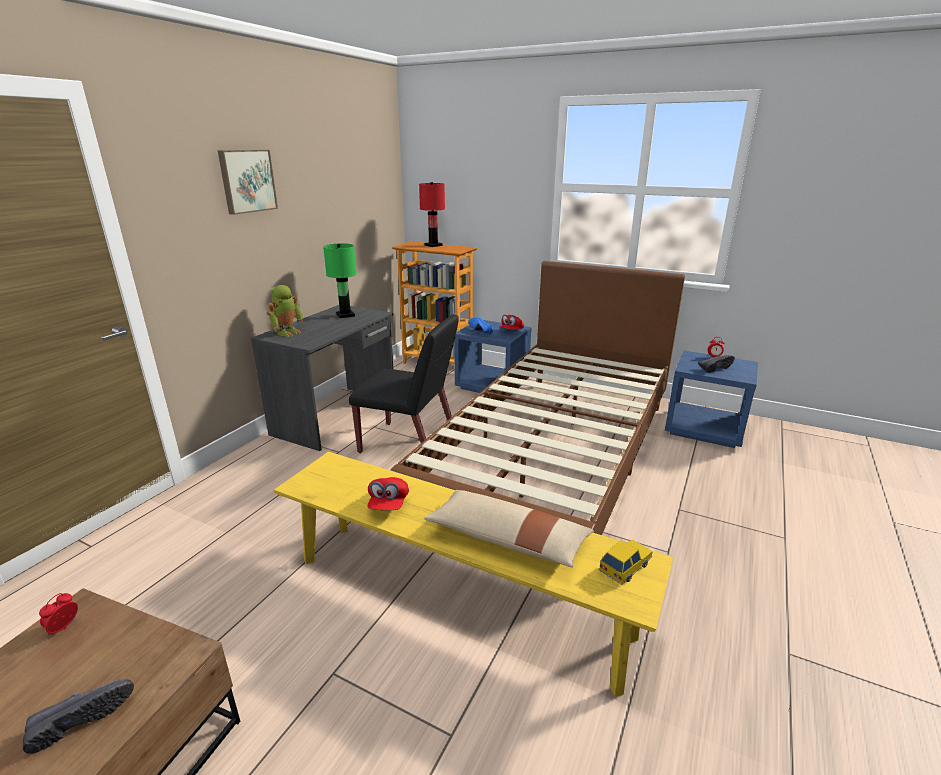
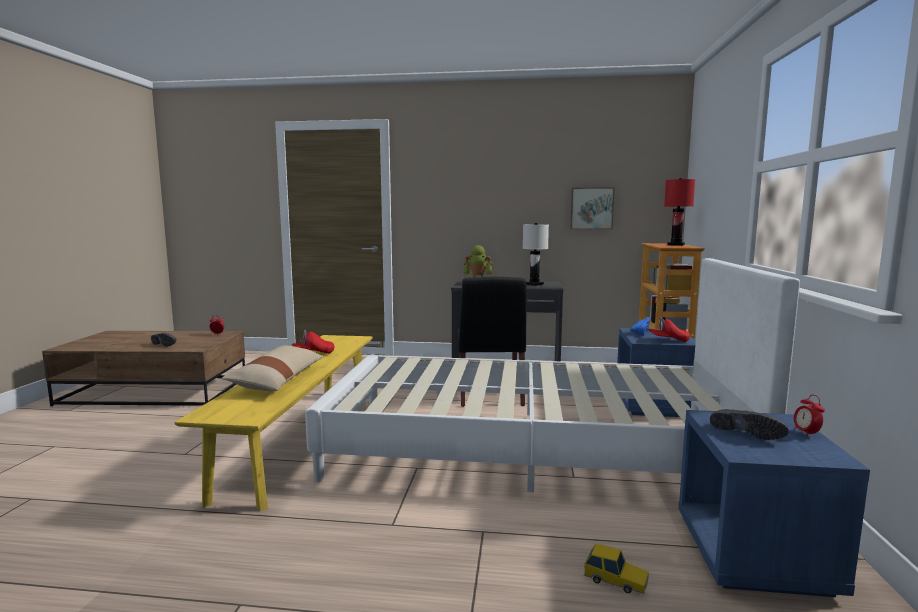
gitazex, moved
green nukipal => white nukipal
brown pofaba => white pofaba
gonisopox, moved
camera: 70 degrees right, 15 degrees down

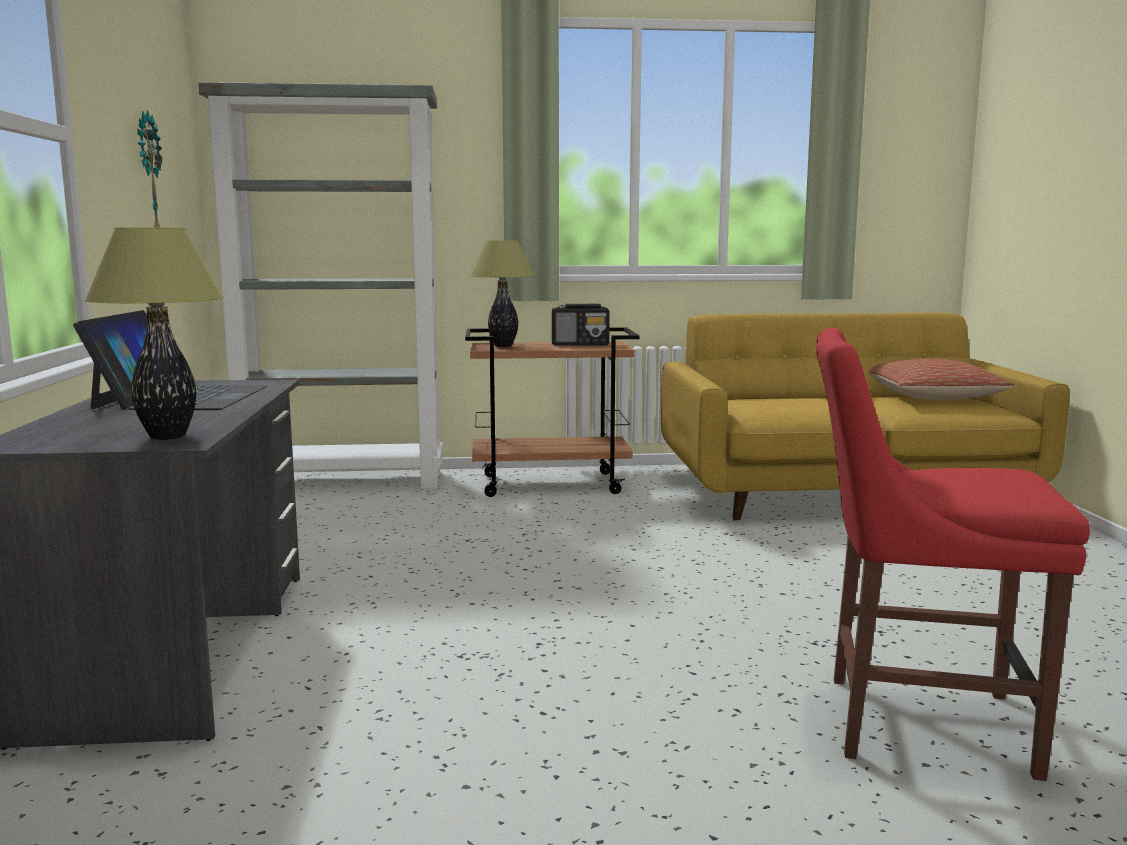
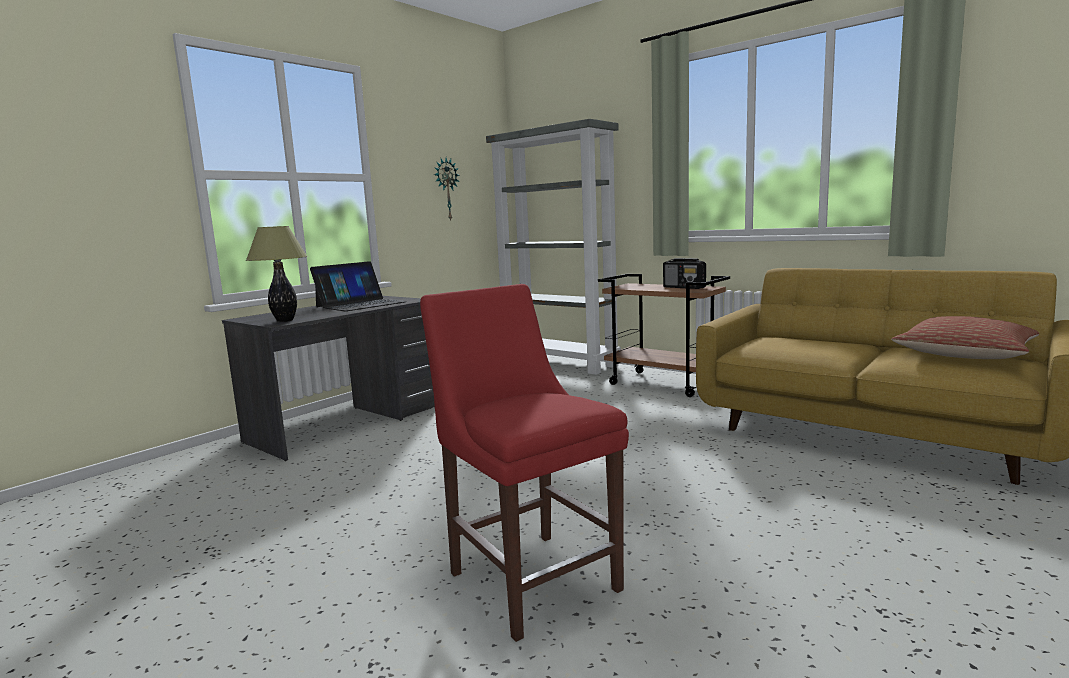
nukipal (2nd from left) => nothing
camera: 45 degrees right, 0 degrees up

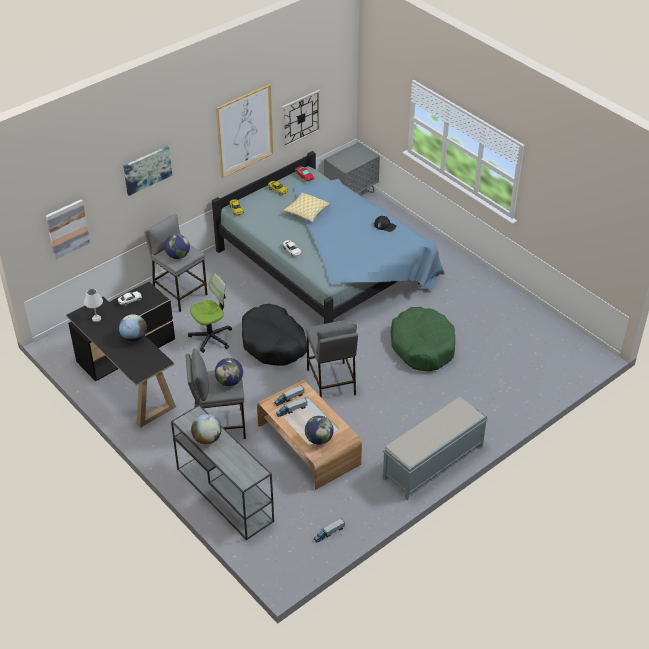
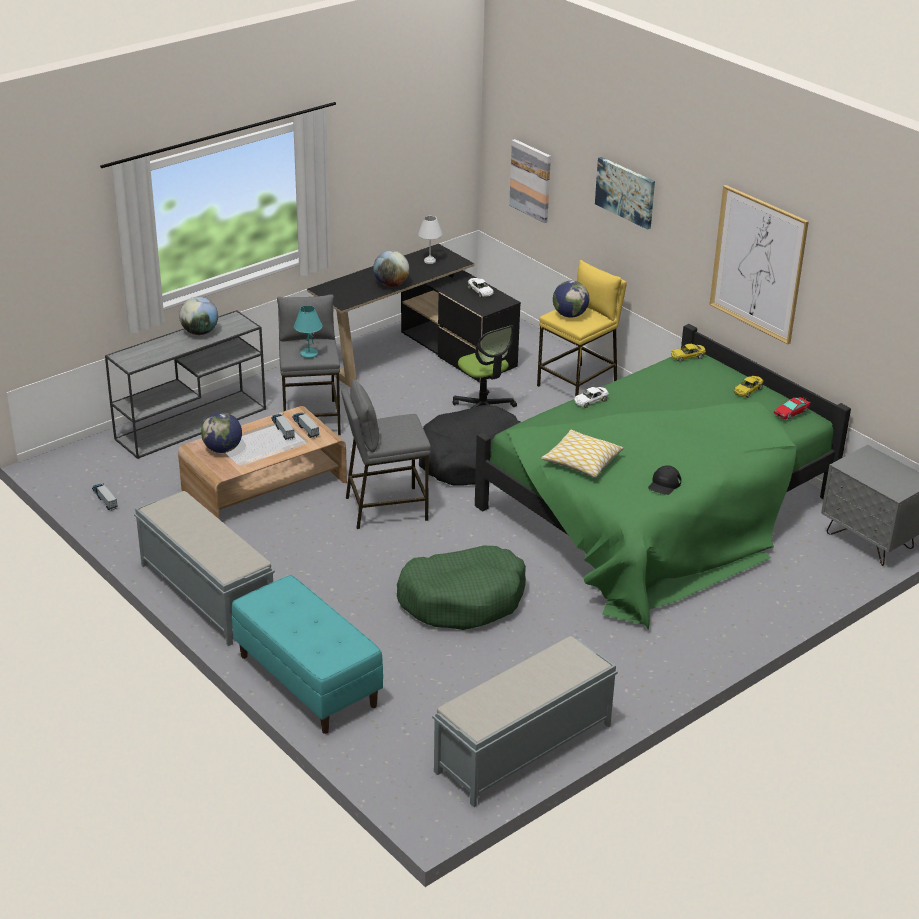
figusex => nothing
blue pofaba => green pofaba
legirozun, moved
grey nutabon (1st from left) => yellow nutabon
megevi (4th from left) => turquoise nukipal
nothing => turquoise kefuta
nothing => grey kefuta (2nd from left)
camera: 90 degrees right, 10 degrees down

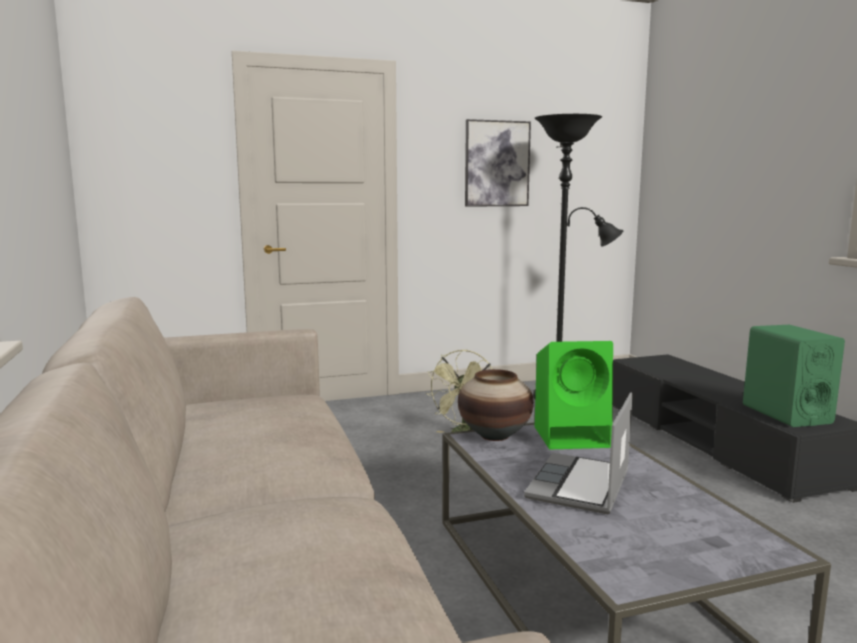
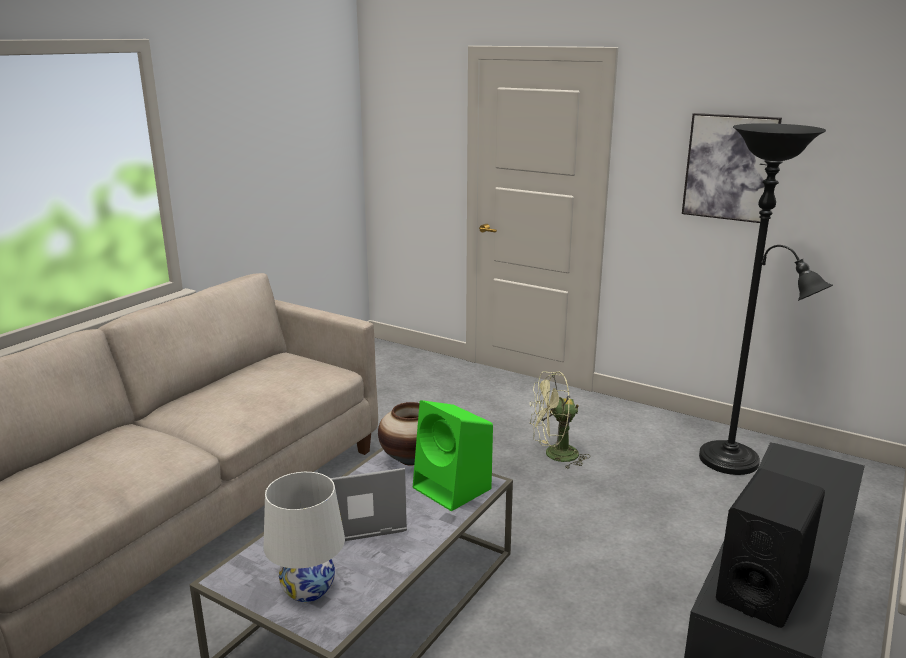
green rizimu (2nd from left) => black rizimu
nothing => white nukipal
camera: 50 degrees right, 10 degrees up

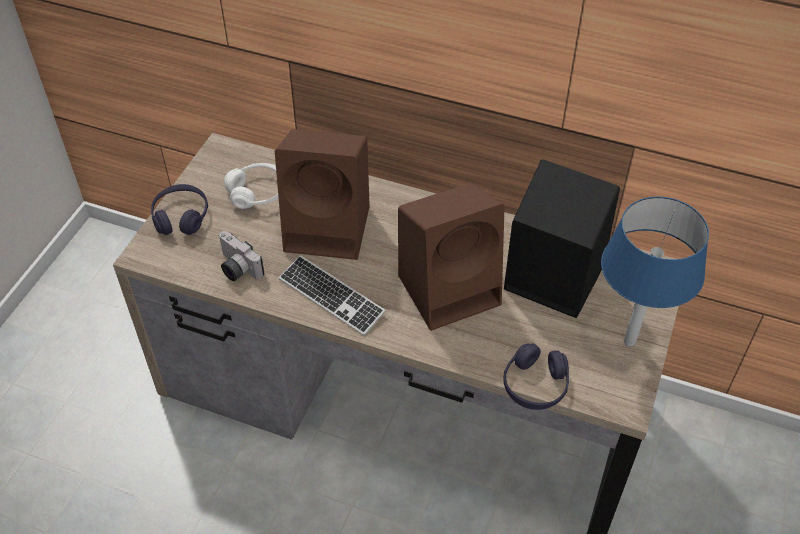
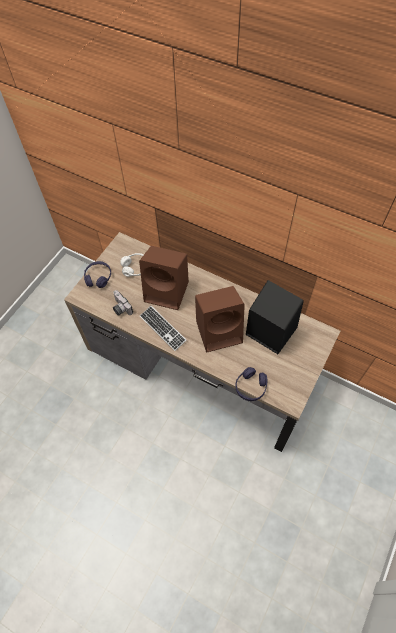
blue nukipal => nothing
camera: 10 degrees right, 10 degrees up

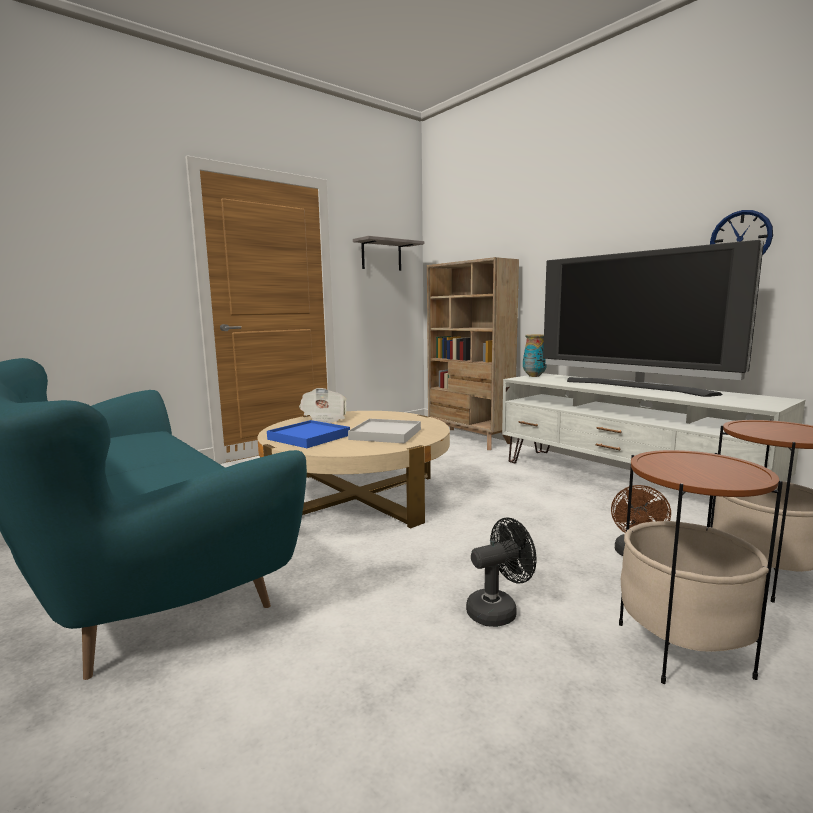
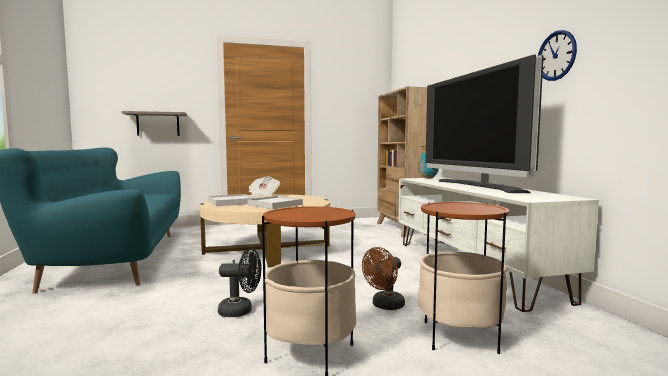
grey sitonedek, moved
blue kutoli => white kutoli (1st from left)
camera: 25 degrees right, 5 degrees down

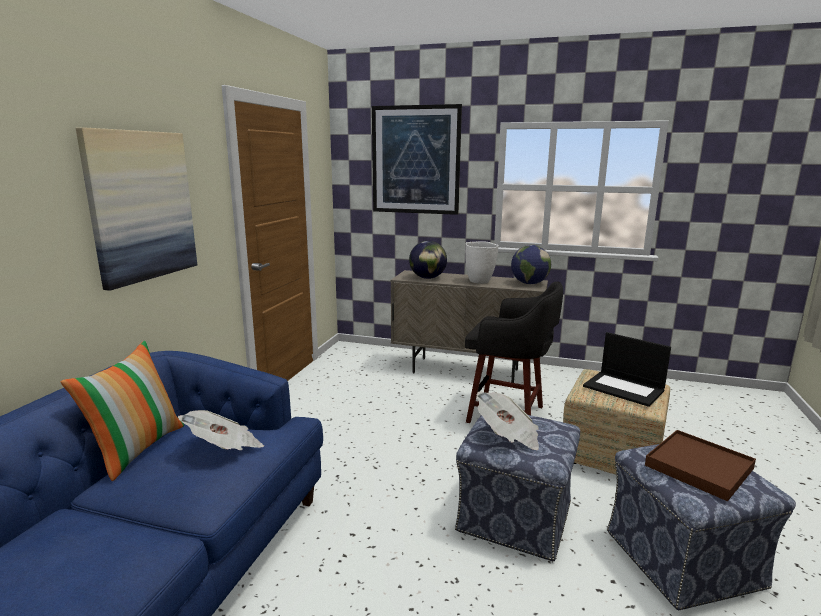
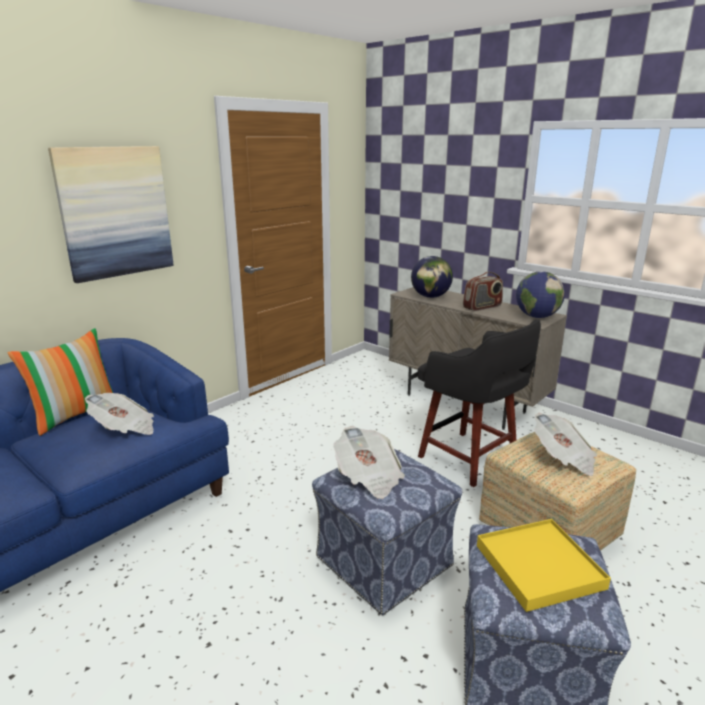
gitazex (2nd from left) => nothing
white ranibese => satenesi
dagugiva => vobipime (3rd from left)
brown kutoli => yellow kutoli
camera: 25 degrees right, 5 degrees up

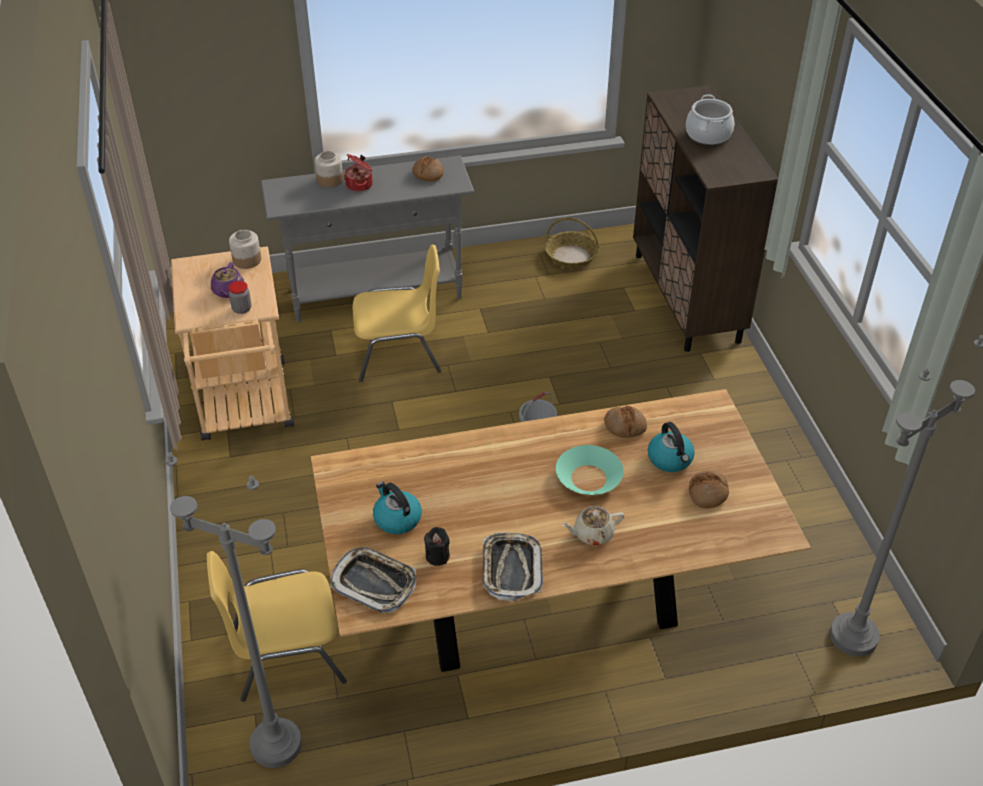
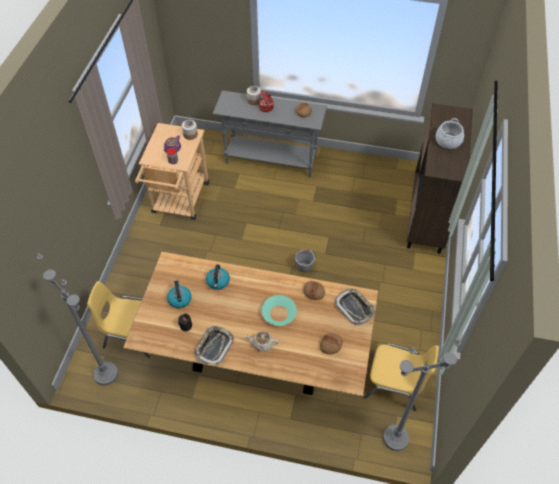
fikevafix => nothing
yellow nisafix (2nd from left), moved
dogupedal (2nd from left), moved
kutoli (1st from left in the first image) => kutoli (2nd from left), moved
camera: 25 degrees right, 10 degrees up

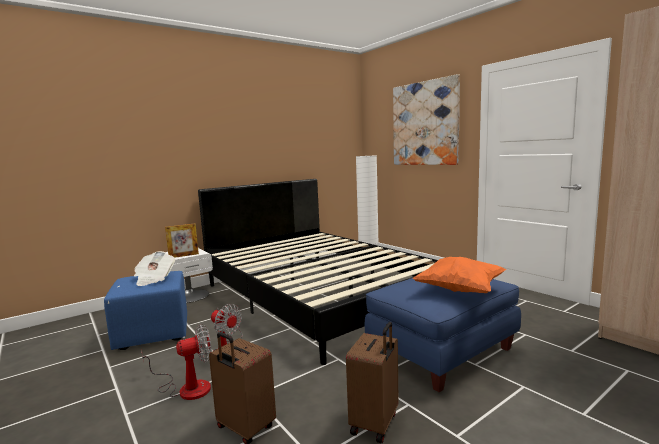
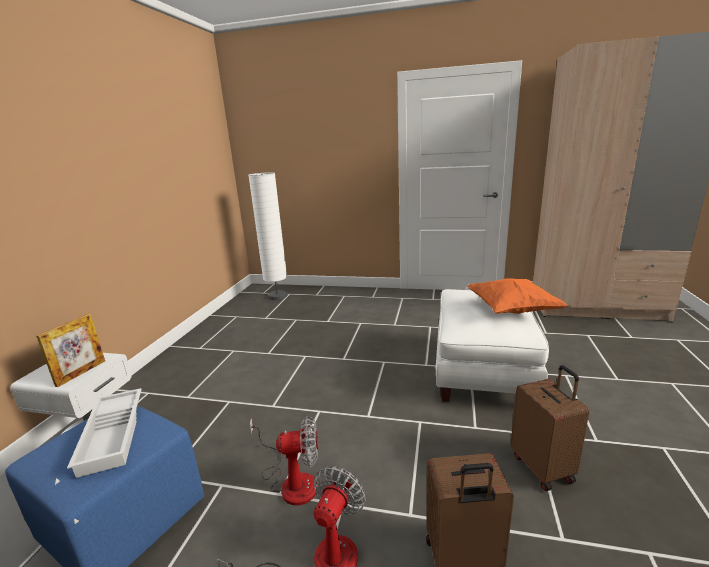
gitazex => nothing
black pofaba => nothing
vobipime => white kutoli
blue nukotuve (2nd from left) => white nukotuve
camera: 40 degrees left, 10 degrees up

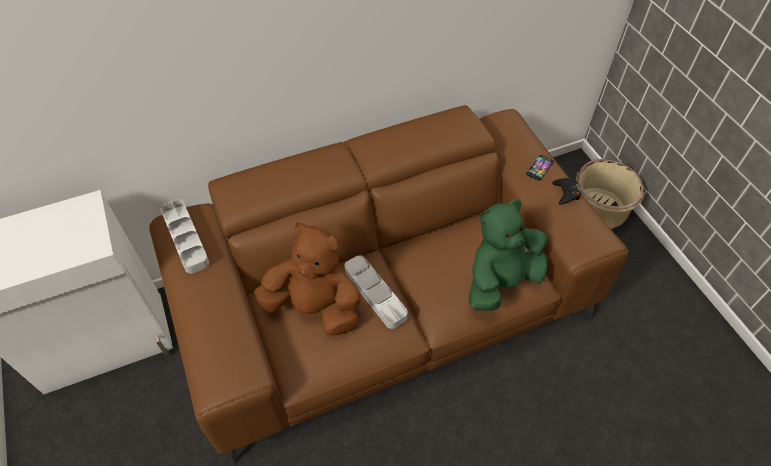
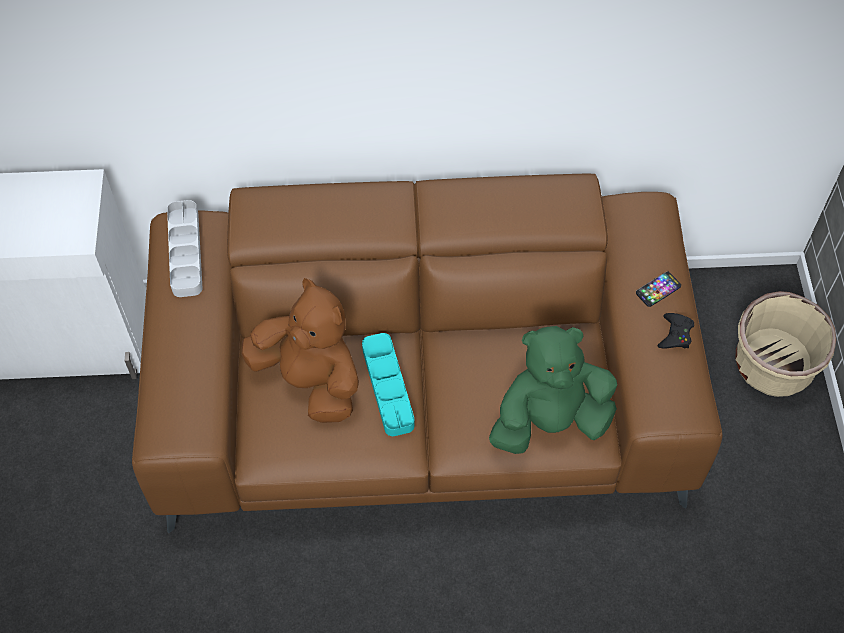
grey kutoli (2nd from left) => turquoise kutoli
camera: 20 degrees right, 5 degrees up

